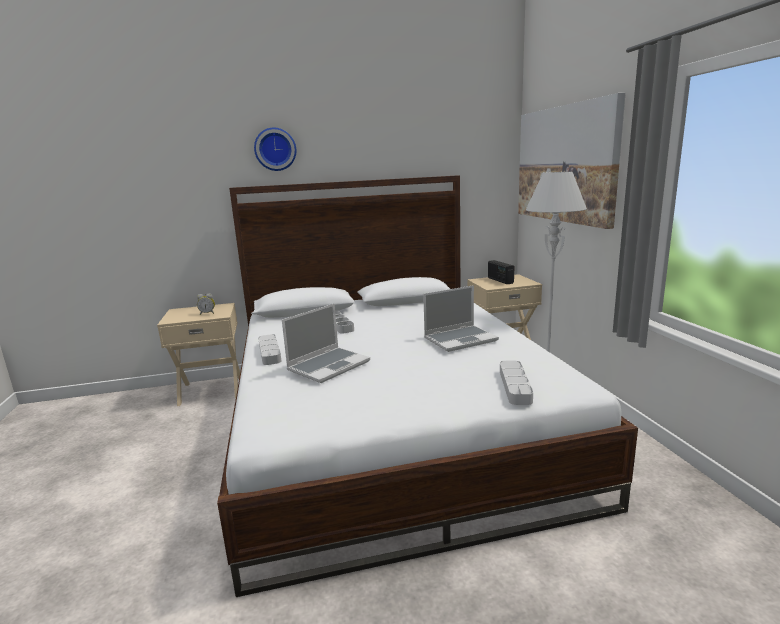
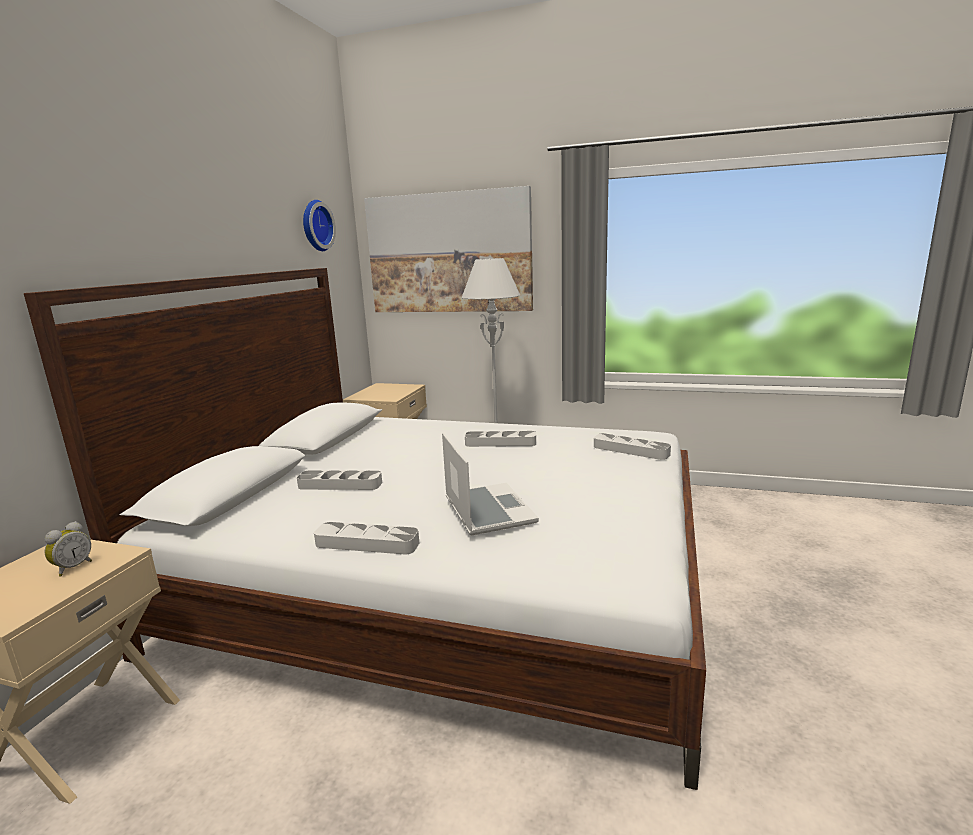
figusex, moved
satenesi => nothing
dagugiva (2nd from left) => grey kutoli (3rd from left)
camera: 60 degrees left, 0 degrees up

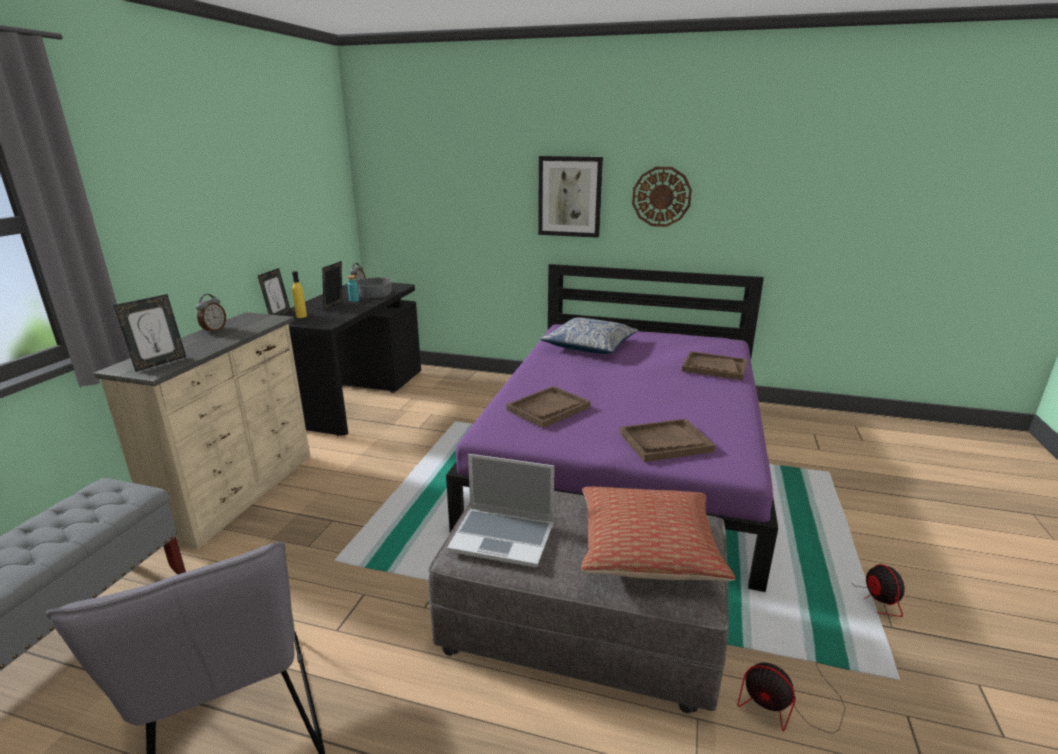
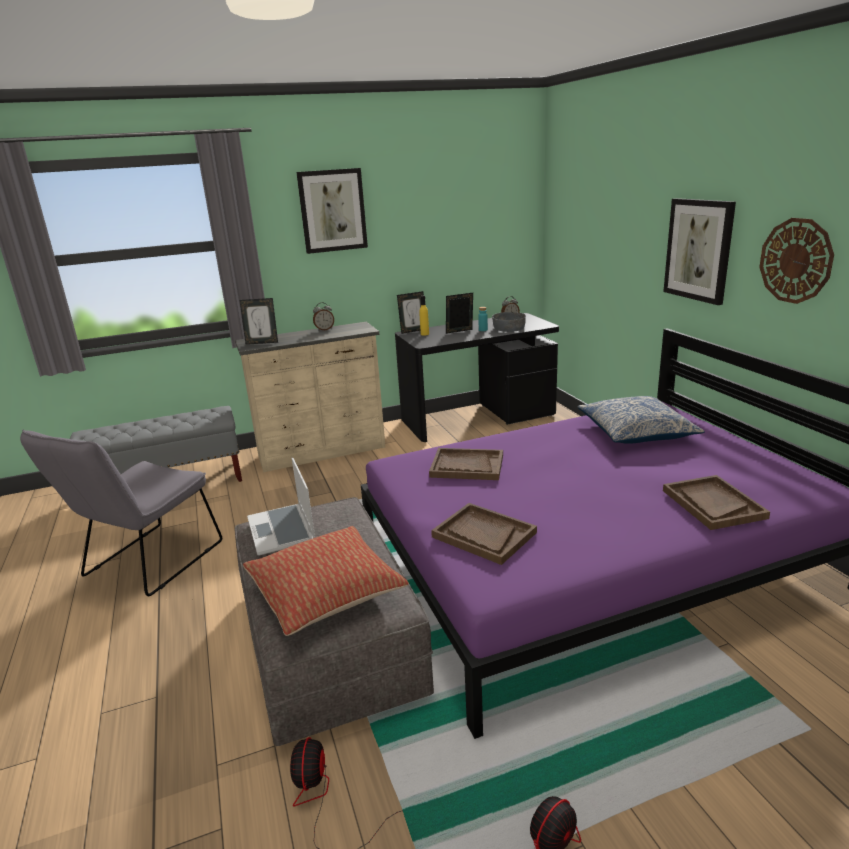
nothing => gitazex (1st from left)
camera: 55 degrees right, 0 degrees up

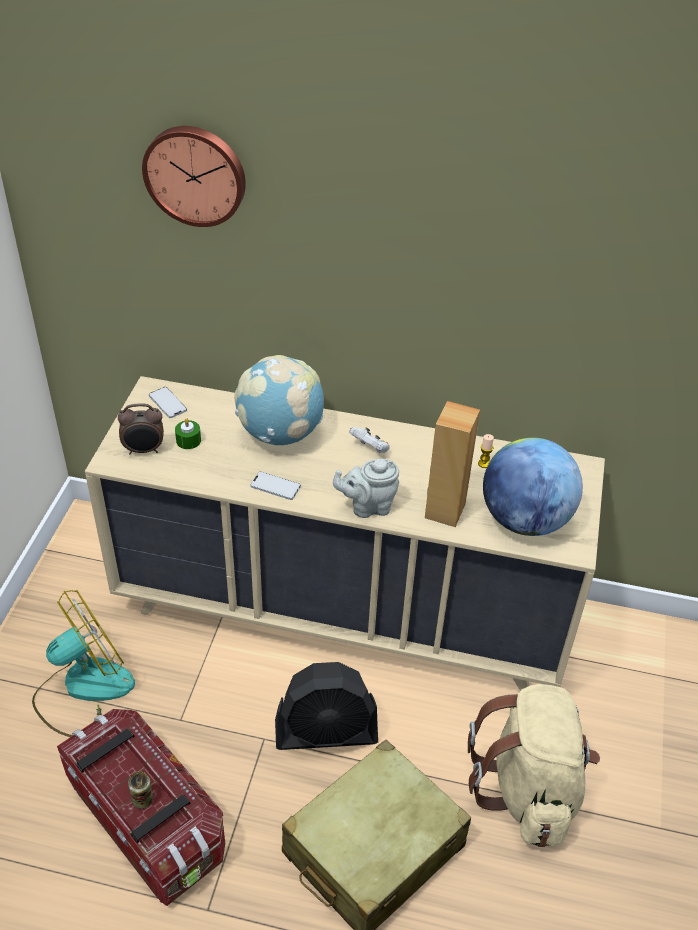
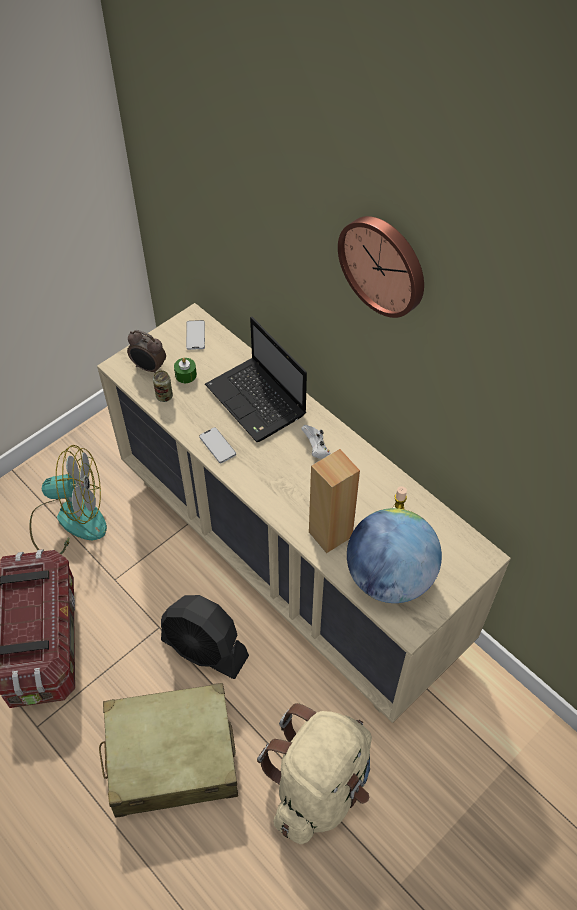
figusex, moved
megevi (1st from left) => dagugiva
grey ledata => nothing
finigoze, moved
camera: 35 degrees right, 10 degrees up

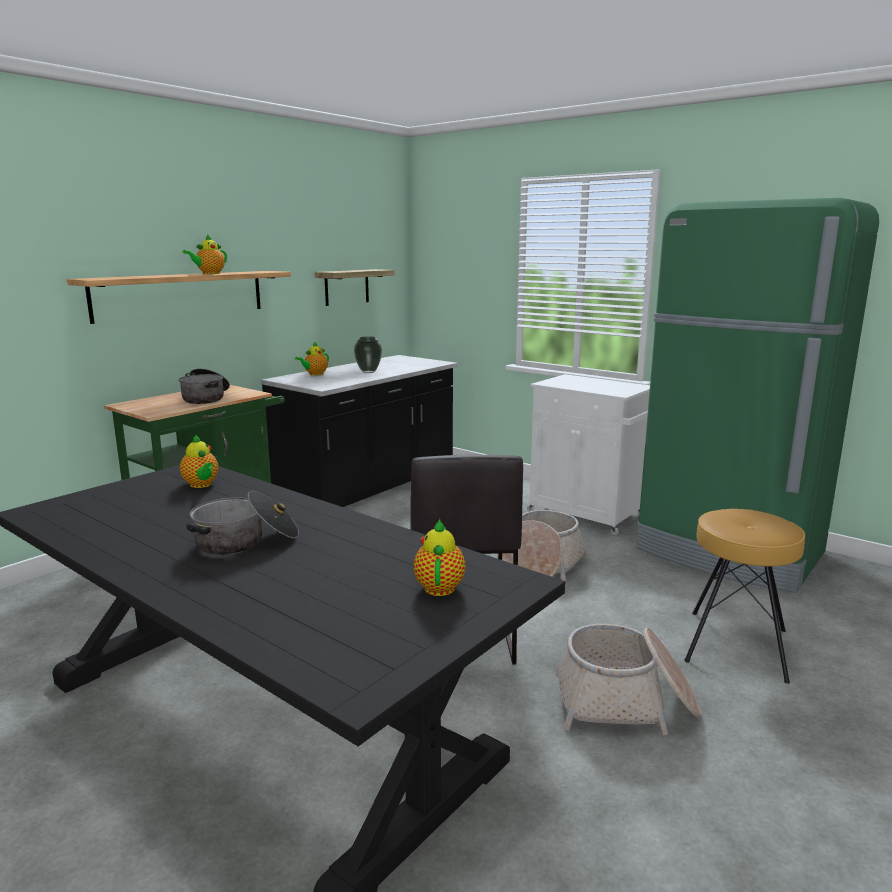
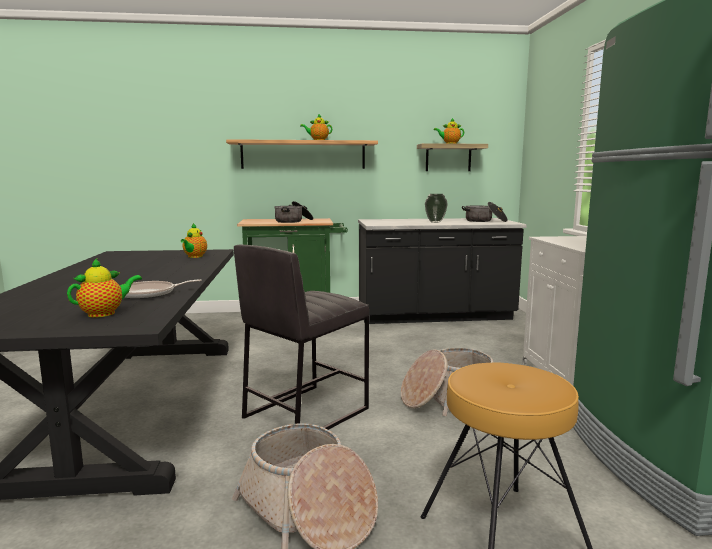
ledata (3rd from left in the first image) => ledata (4th from left), moved
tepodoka (2nd from left), moved
nothing => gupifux
camera: 45 degrees right, 5 degrees down

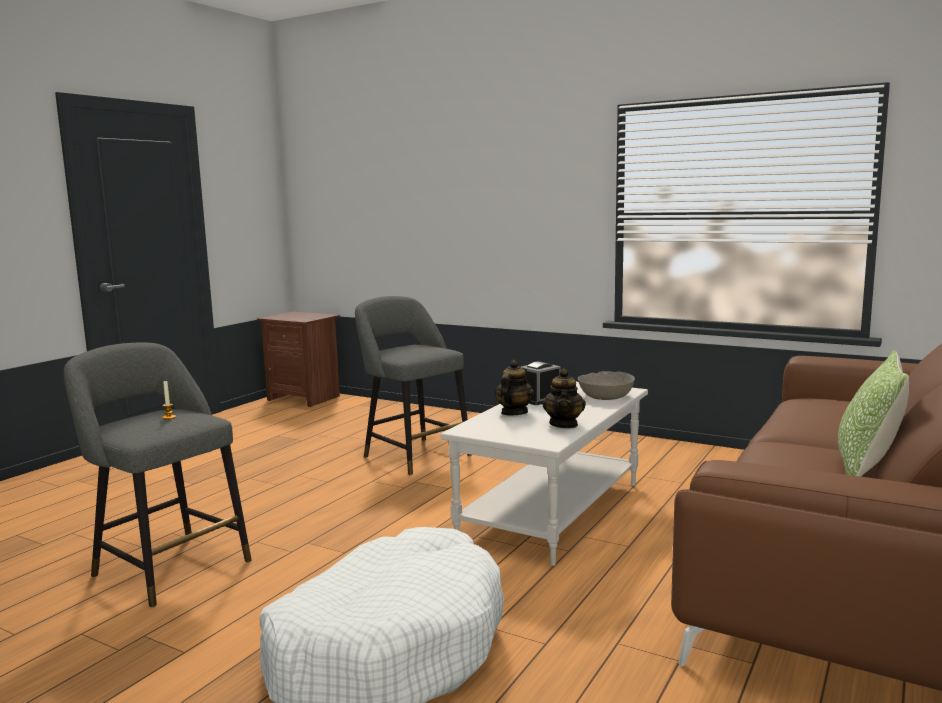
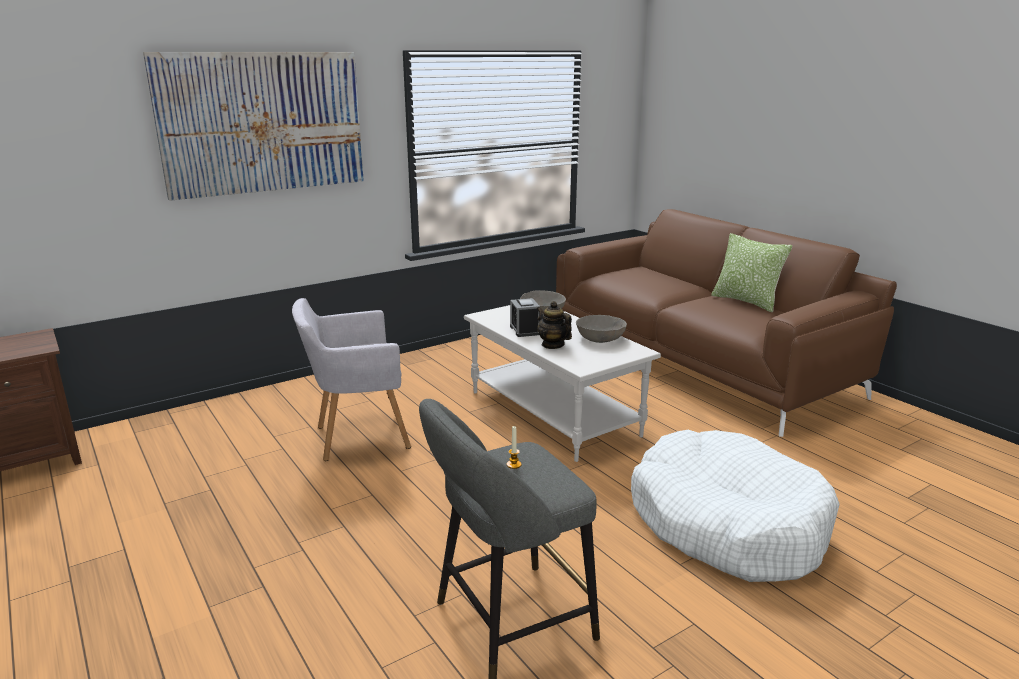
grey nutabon (2nd from left) => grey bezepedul
ledata (2nd from left) => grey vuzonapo (2nd from left)
nothing => gitazex
camera: 65 degrees left, 10 degrees up

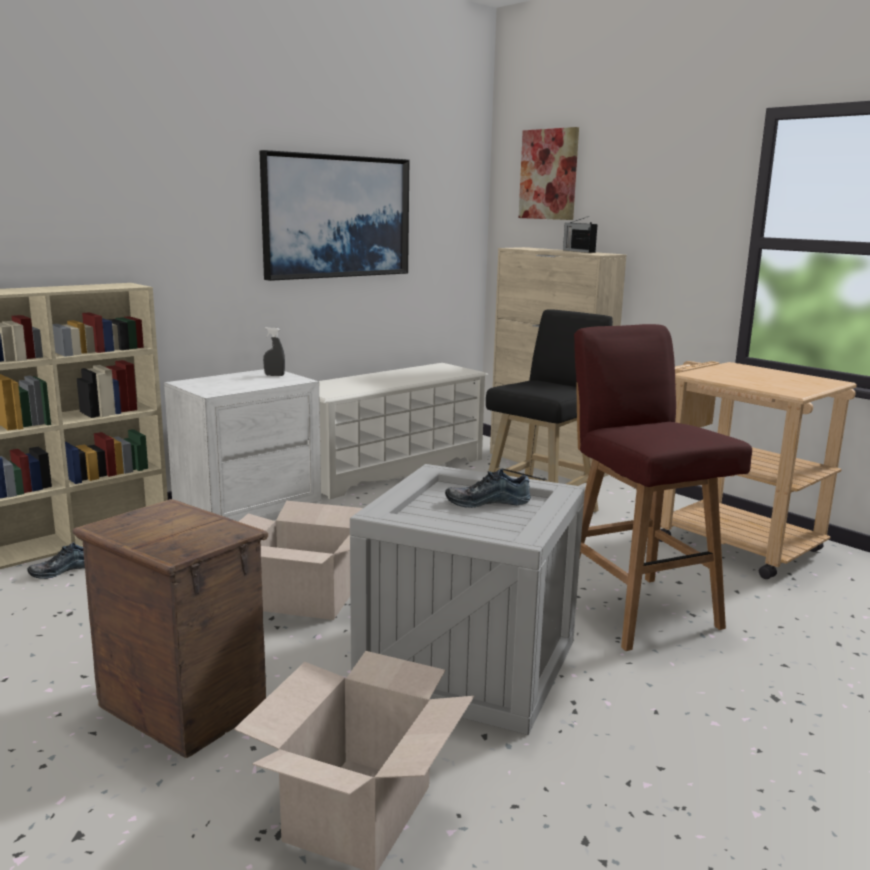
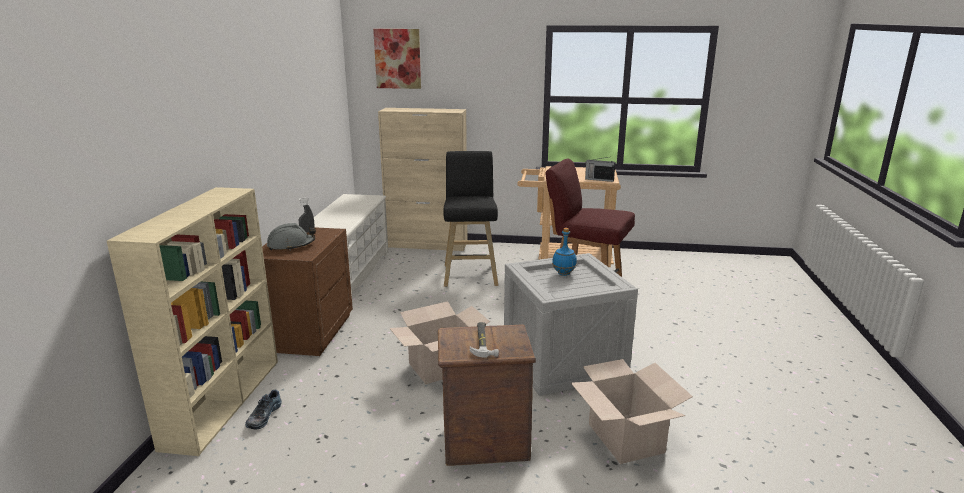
gitazex (1st from left) => nothing
satenesi, moved
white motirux => brown motirux
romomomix (2nd from left) => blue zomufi
nothing => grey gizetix
nothing => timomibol
camera: 40 degrees left, 5 degrees up

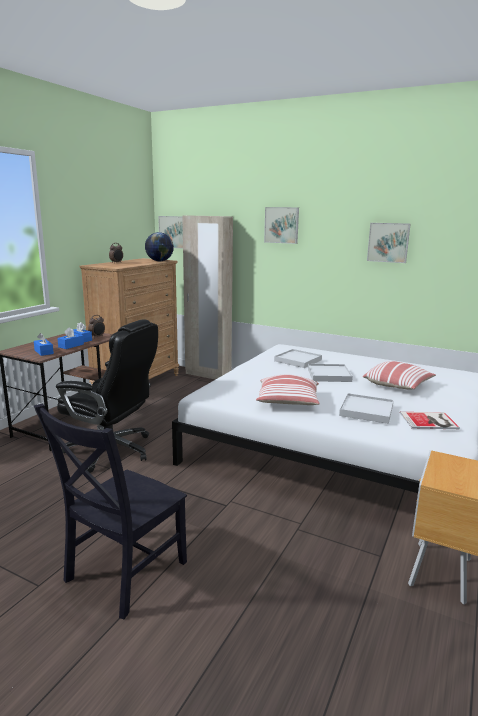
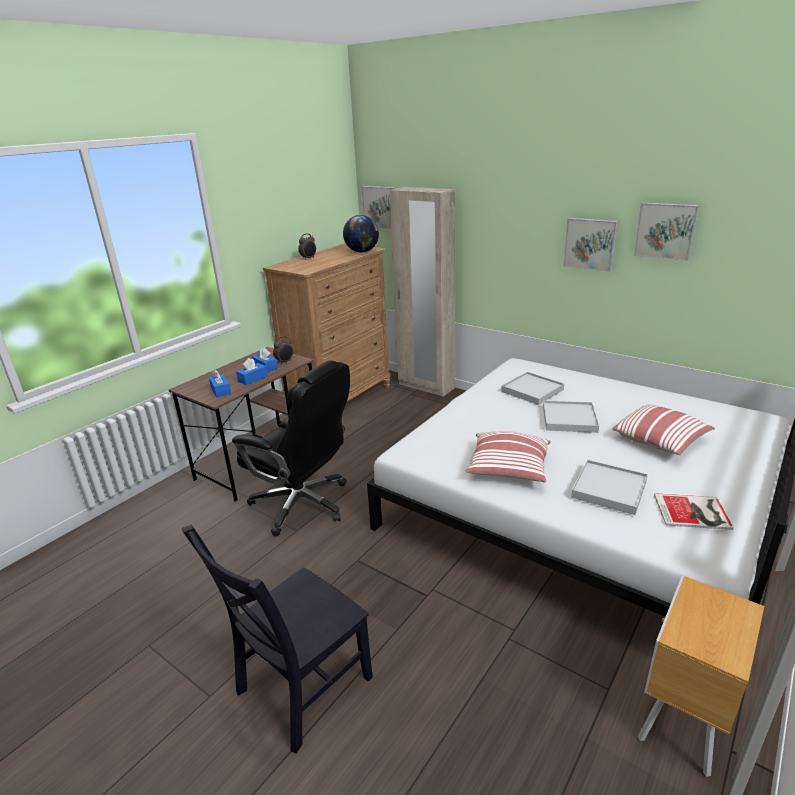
gitazex (2nd from left), moved
camera: 10 degrees right, 10 degrees up

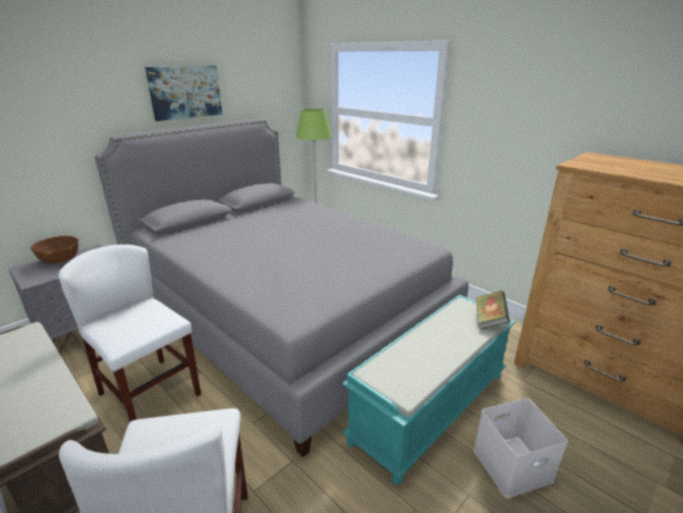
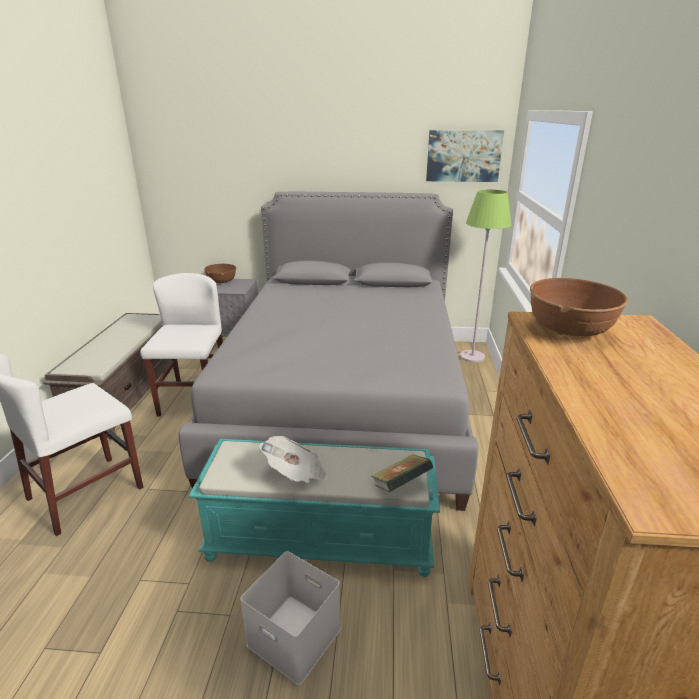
gitazex, moved
nothing => brown vuzonapo (2nd from left)
nothing => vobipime
camera: 50 degrees right, 0 degrees up

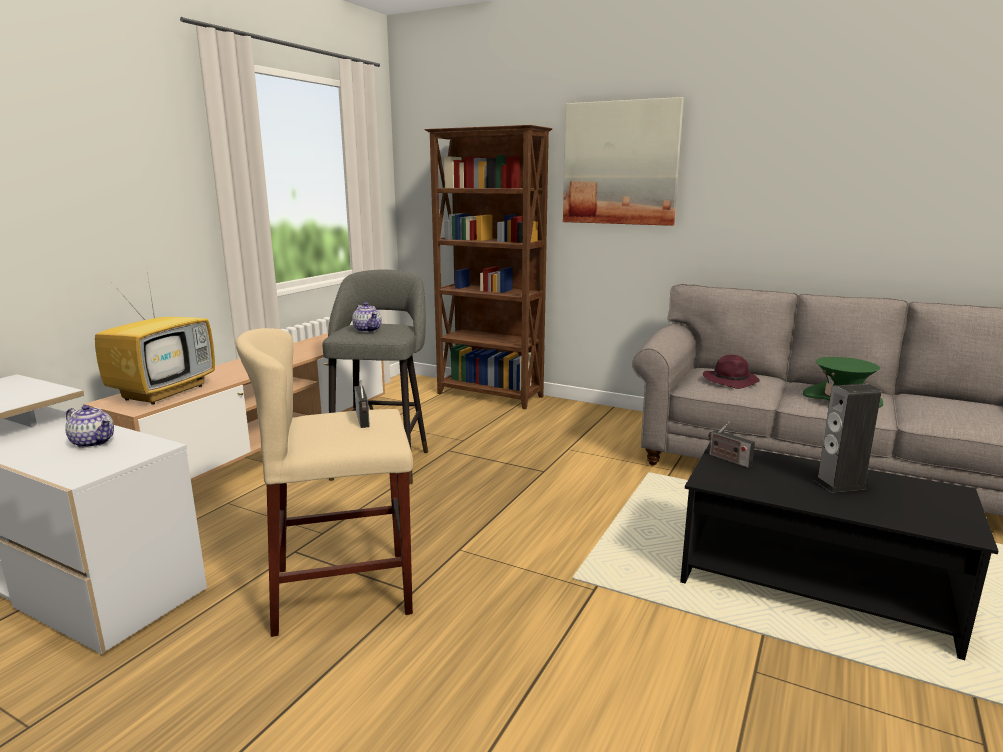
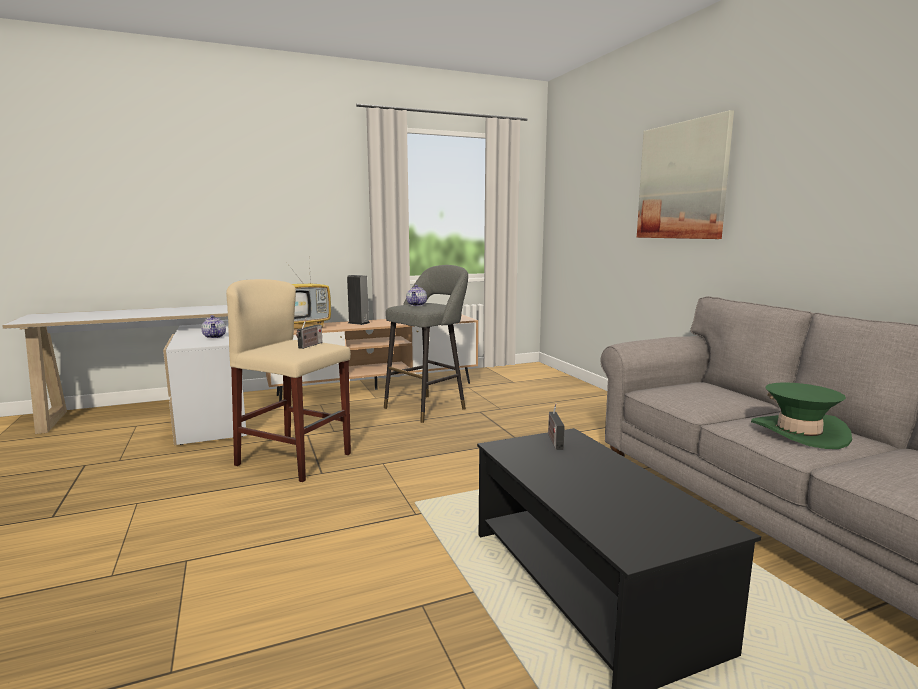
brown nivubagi => nothing
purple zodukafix => nothing
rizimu, moved
camera: 40 degrees right, 5 degrees down

